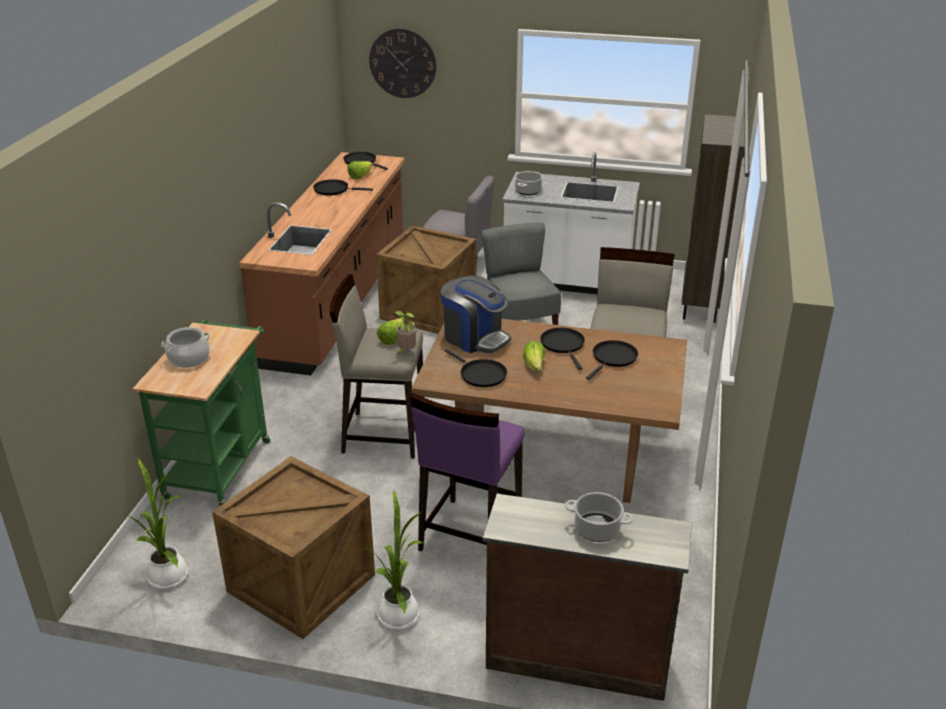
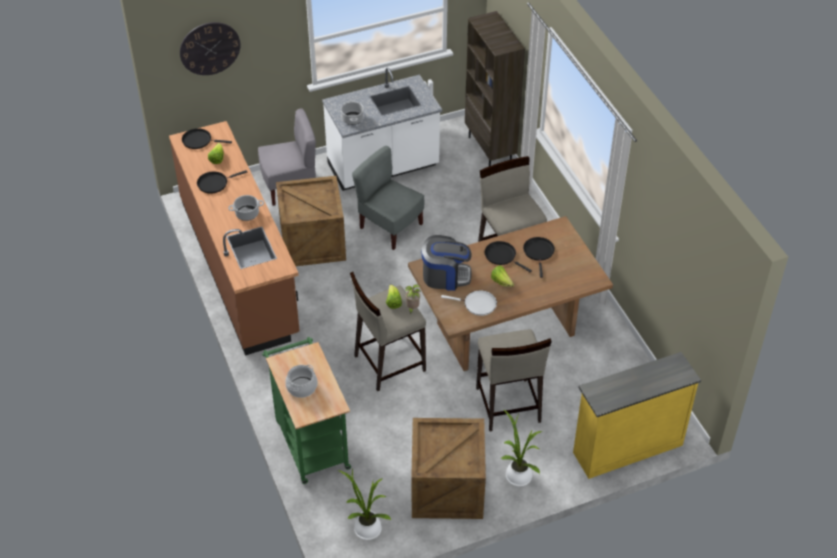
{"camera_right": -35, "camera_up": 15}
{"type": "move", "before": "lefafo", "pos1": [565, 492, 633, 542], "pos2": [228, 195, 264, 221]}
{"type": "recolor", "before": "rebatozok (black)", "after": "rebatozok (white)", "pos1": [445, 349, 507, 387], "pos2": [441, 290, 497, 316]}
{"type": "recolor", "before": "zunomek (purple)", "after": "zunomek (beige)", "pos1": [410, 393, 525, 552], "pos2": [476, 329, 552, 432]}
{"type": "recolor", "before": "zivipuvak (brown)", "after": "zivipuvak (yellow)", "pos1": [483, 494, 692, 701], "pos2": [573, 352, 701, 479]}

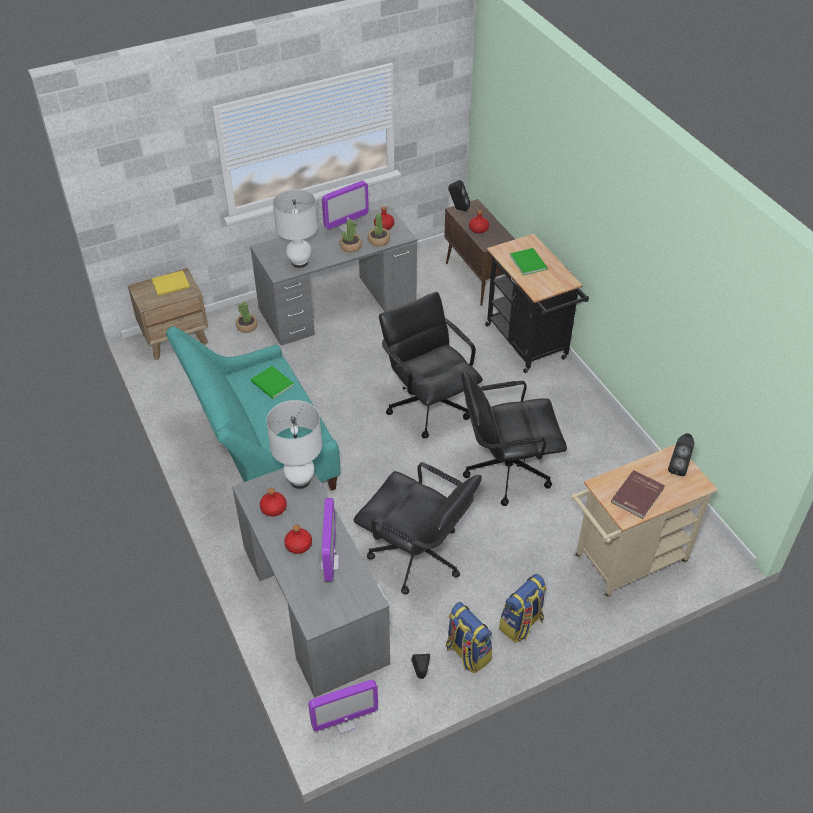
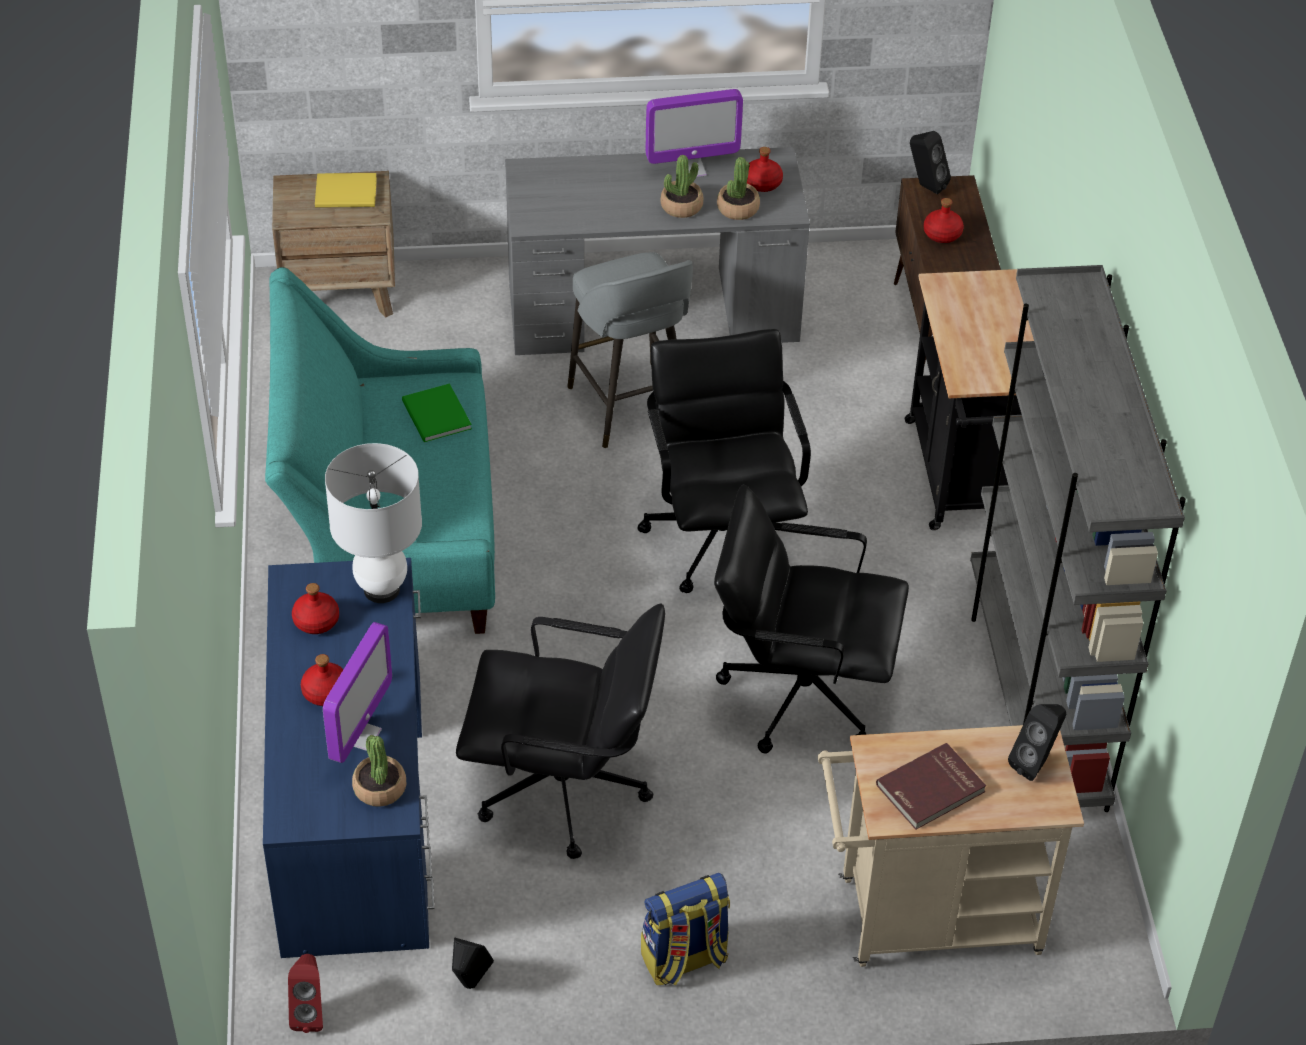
{"camera_right": 20, "camera_up": 0}
{"type": "recolor", "before": "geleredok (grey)", "after": "geleredok (blue)", "pos1": [232, 468, 390, 698], "pos2": [263, 558, 434, 958]}
{"type": "replace", "before": "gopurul", "after": "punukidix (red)", "pos1": [308, 680, 378, 734], "pos2": [288, 954, 323, 1033]}
{"type": "move", "before": "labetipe", "pos1": [236, 302, 258, 333], "pos2": [352, 735, 406, 807]}
{"type": "rotate", "before": "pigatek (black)", "pos1": [354, 462, 482, 594], "pos2": [456, 603, 665, 859], "turn": -45}
{"type": "insert", "after": "zunomek (grey)", "pos2": [567, 252, 693, 448]}
{"type": "insert", "after": "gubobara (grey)", "pos2": [970, 265, 1186, 812]}
{"type": "delete", "before": "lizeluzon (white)", "pos1": [273, 189, 318, 268]}
{"type": "delete", "before": "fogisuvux", "pos1": [446, 602, 492, 673]}
{"type": "delete", "before": "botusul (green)", "pos1": [510, 248, 548, 276]}

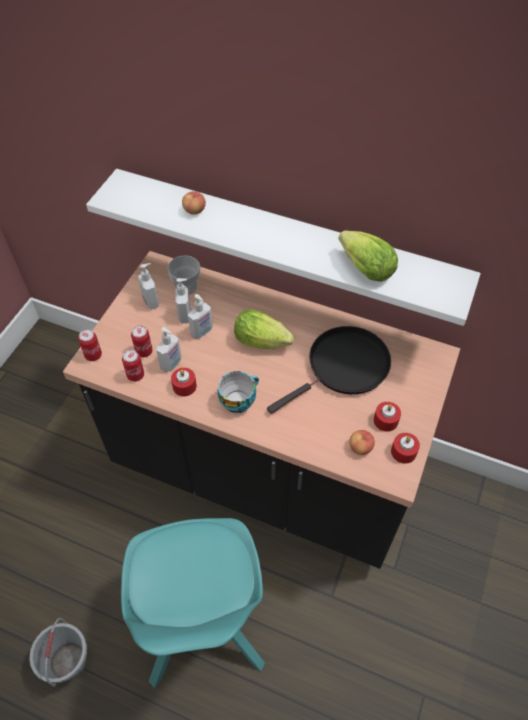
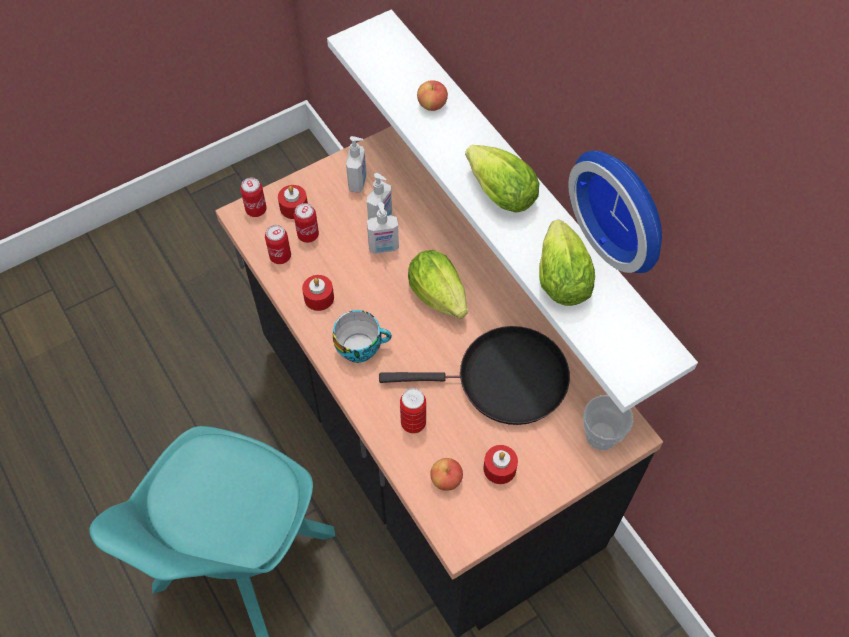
{"camera_right": 35, "camera_up": 5}
{"type": "move", "before": "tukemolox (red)", "pos1": [391, 433, 420, 464], "pos2": [278, 185, 308, 219]}
{"type": "insert", "after": "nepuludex", "pos2": [400, 388, 426, 434]}
{"type": "insert", "after": "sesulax", "pos2": [465, 145, 539, 212]}
{"type": "insert", "after": "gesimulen", "pos2": [569, 151, 662, 273]}
{"type": "move", "before": "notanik", "pos1": [167, 255, 201, 294], "pos2": [583, 395, 633, 450]}
{"type": "delete", "before": "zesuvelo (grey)", "pos1": [29, 618, 87, 687]}
{"type": "delete", "before": "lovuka", "pos1": [156, 327, 182, 373]}

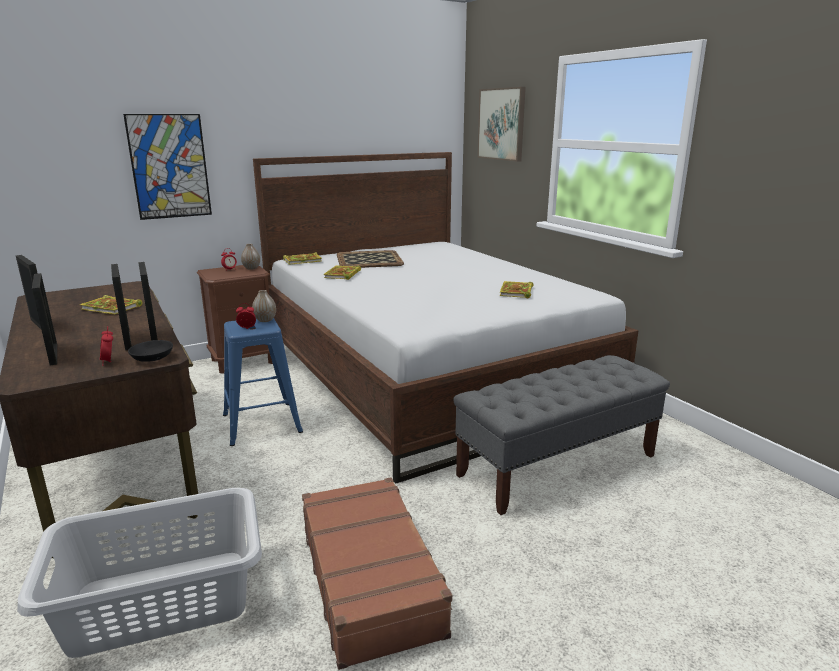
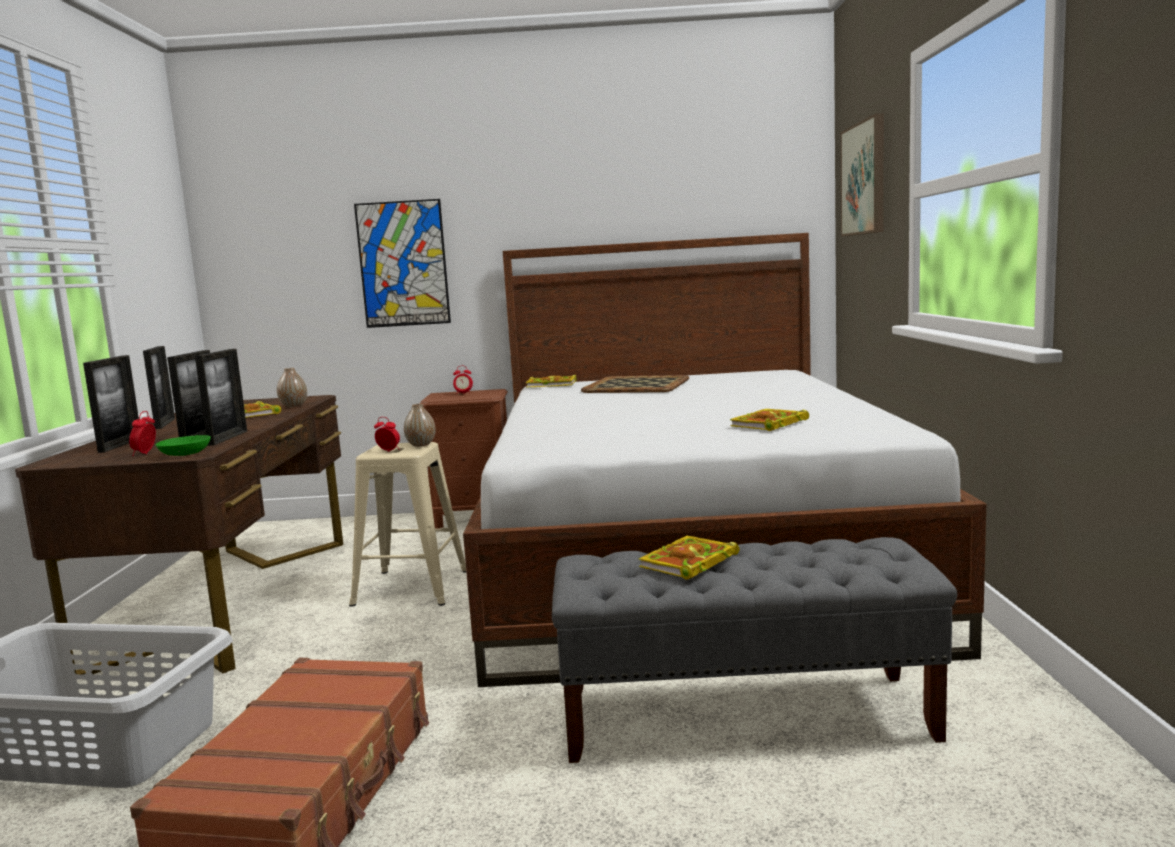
{"camera_right": 30, "camera_up": -10}
{"type": "recolor", "before": "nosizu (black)", "after": "nosizu (green)", "pos1": [128, 340, 173, 362], "pos2": [156, 435, 211, 456]}
{"type": "move", "before": "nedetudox", "pos1": [241, 244, 260, 270], "pos2": [277, 368, 307, 407]}
{"type": "recolor", "before": "zunomek (blue)", "after": "zunomek (beige)", "pos1": [223, 318, 303, 446], "pos2": [349, 442, 466, 607]}
{"type": "move", "before": "botusul", "pos1": [324, 266, 361, 280], "pos2": [639, 536, 740, 580]}

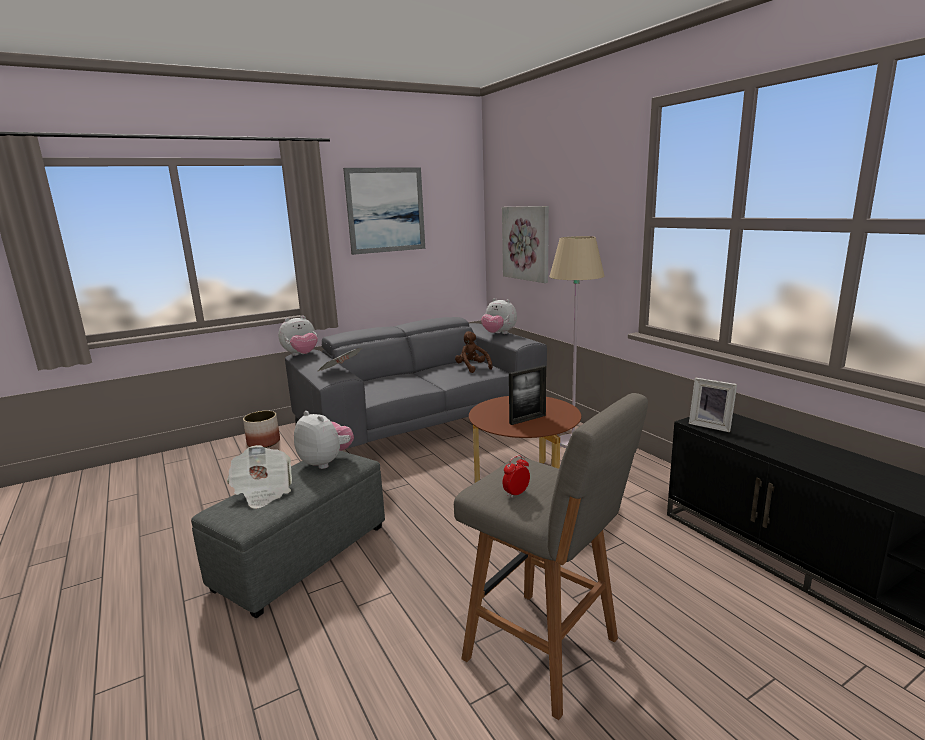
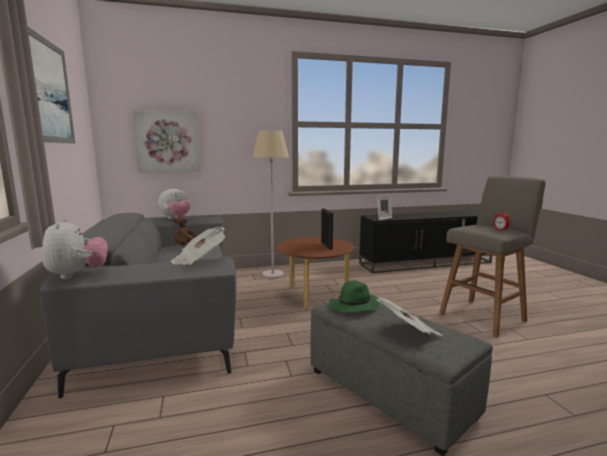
{"camera_right": -75, "camera_up": -5}
{"type": "replace", "before": "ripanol", "after": "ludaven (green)", "pos1": [294, 411, 354, 469], "pos2": [329, 281, 380, 312]}
{"type": "delete", "before": "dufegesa", "pos1": [243, 411, 280, 448]}

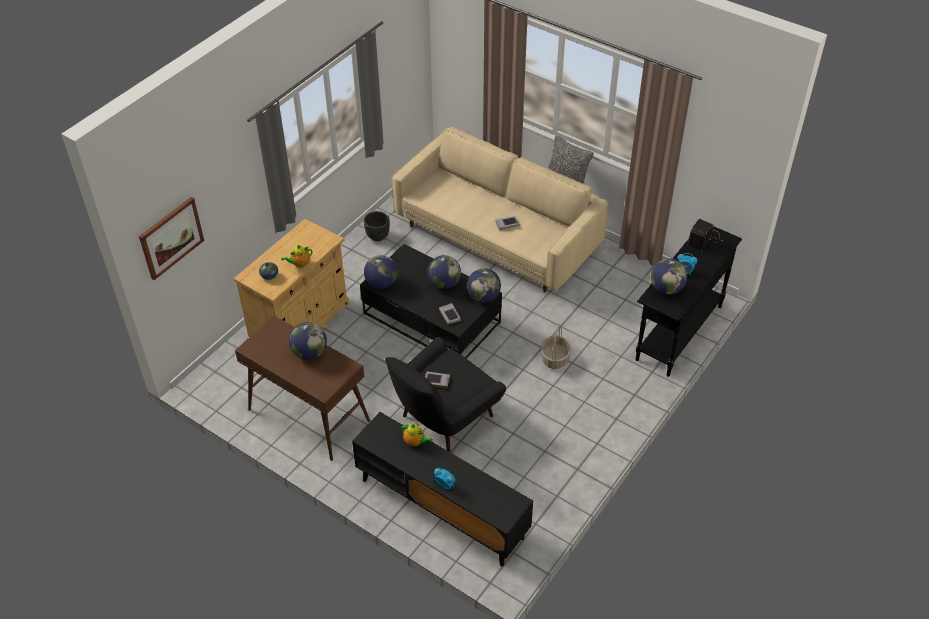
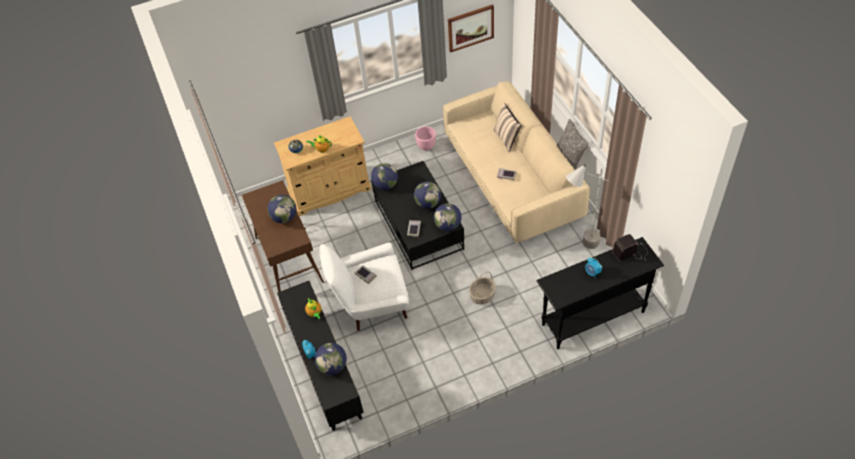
{"camera_right": 35, "camera_up": 5}
{"type": "move", "before": "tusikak", "pos1": [651, 258, 687, 295], "pos2": [315, 343, 347, 375]}
{"type": "recolor", "before": "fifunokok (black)", "after": "fifunokok (white)", "pos1": [385, 337, 506, 452], "pos2": [319, 242, 409, 331]}
{"type": "recolor", "before": "dufegesa (black)", "after": "dufegesa (pink)", "pos1": [364, 211, 390, 241], "pos2": [415, 126, 436, 150]}
{"type": "move", "before": "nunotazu", "pos1": [139, 197, 204, 280], "pos2": [448, 4, 494, 53]}
{"type": "insert", "after": "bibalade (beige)", "pos2": [493, 103, 521, 152]}
{"type": "insert", "after": "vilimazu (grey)", "pos2": [566, 164, 608, 249]}

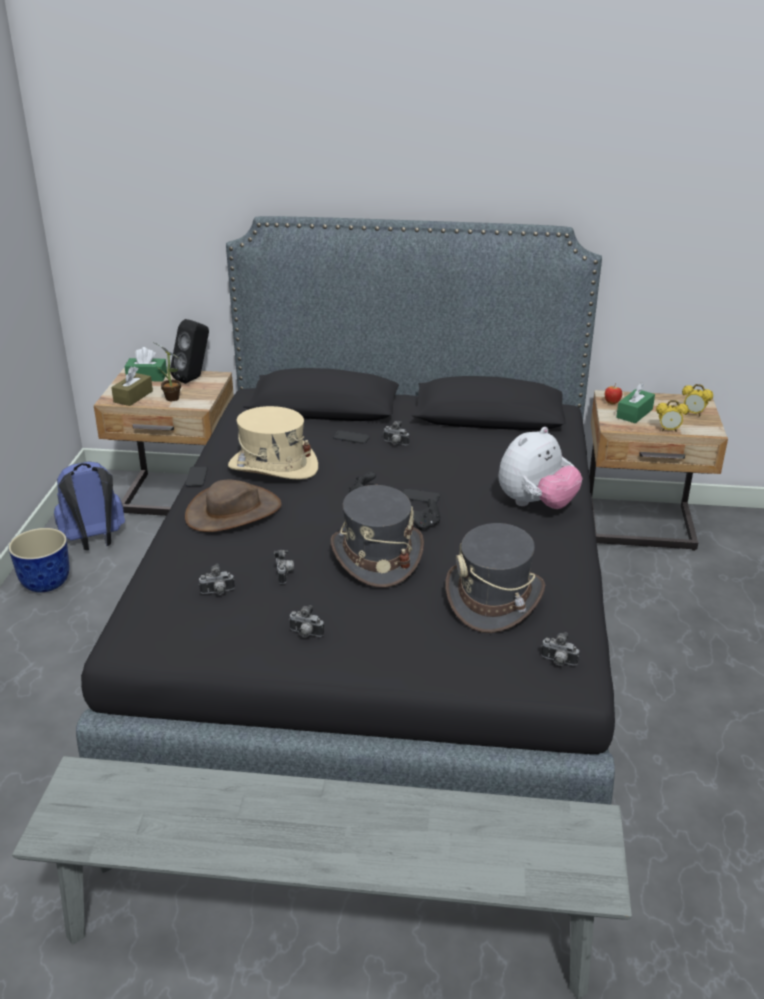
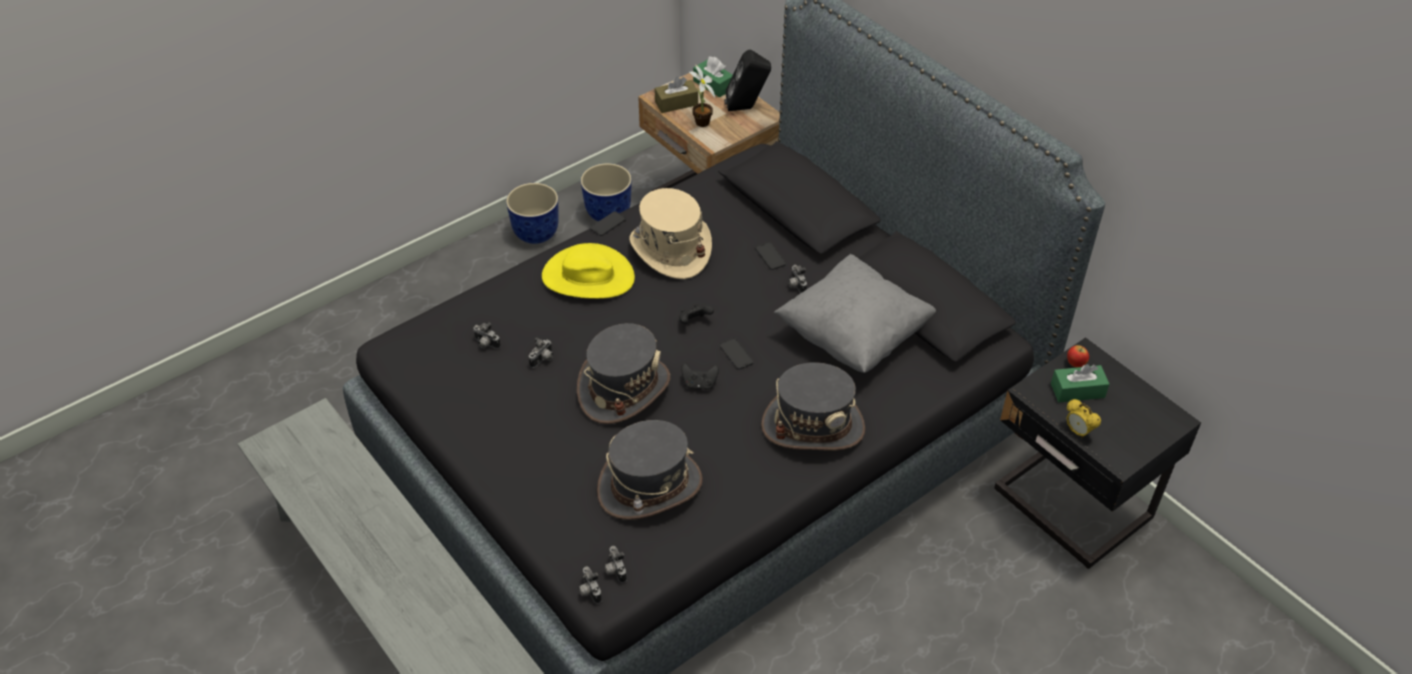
{"camera_right": 45, "camera_up": 15}
{"type": "recolor", "before": "ludaven (brown)", "after": "ludaven (yellow)", "pos1": [185, 480, 282, 532], "pos2": [542, 243, 635, 299]}
{"type": "move", "before": "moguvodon", "pos1": [289, 605, 324, 637], "pos2": [579, 566, 602, 604]}
{"type": "replace", "before": "fogisuvux (blue)", "after": "dufegesa", "pos1": [54, 461, 125, 550], "pos2": [580, 163, 632, 222]}
{"type": "replace", "before": "ripanol", "after": "ludaven (grey)", "pos1": [498, 427, 582, 509], "pos2": [761, 362, 865, 451]}
{"type": "insert", "after": "bibalade (grey)", "pos2": [774, 254, 936, 373]}
{"type": "recolor", "before": "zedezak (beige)", "after": "zedezak (black)", "pos1": [589, 390, 728, 551], "pos2": [994, 337, 1201, 569]}
{"type": "delete", "before": "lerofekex", "pos1": [682, 384, 713, 416]}

